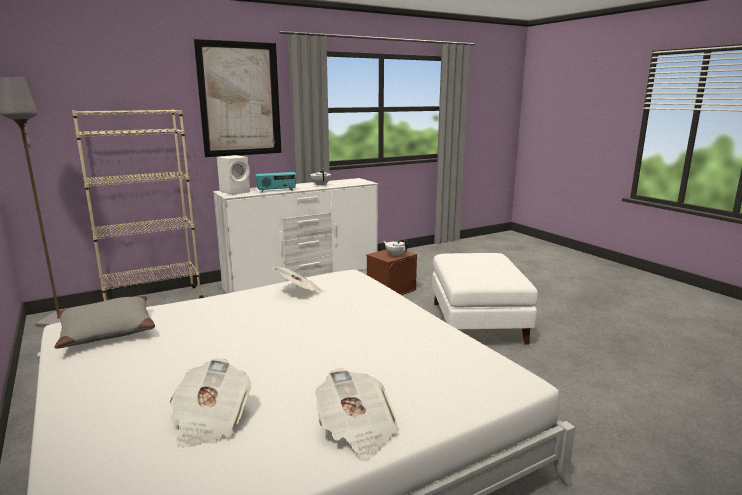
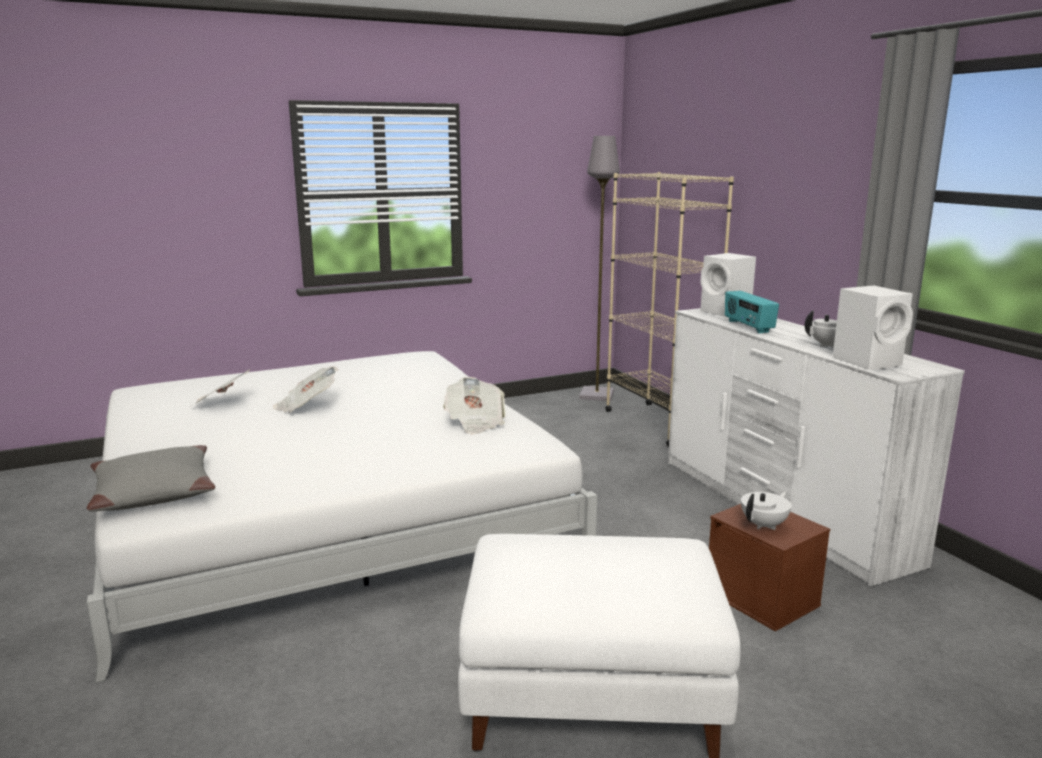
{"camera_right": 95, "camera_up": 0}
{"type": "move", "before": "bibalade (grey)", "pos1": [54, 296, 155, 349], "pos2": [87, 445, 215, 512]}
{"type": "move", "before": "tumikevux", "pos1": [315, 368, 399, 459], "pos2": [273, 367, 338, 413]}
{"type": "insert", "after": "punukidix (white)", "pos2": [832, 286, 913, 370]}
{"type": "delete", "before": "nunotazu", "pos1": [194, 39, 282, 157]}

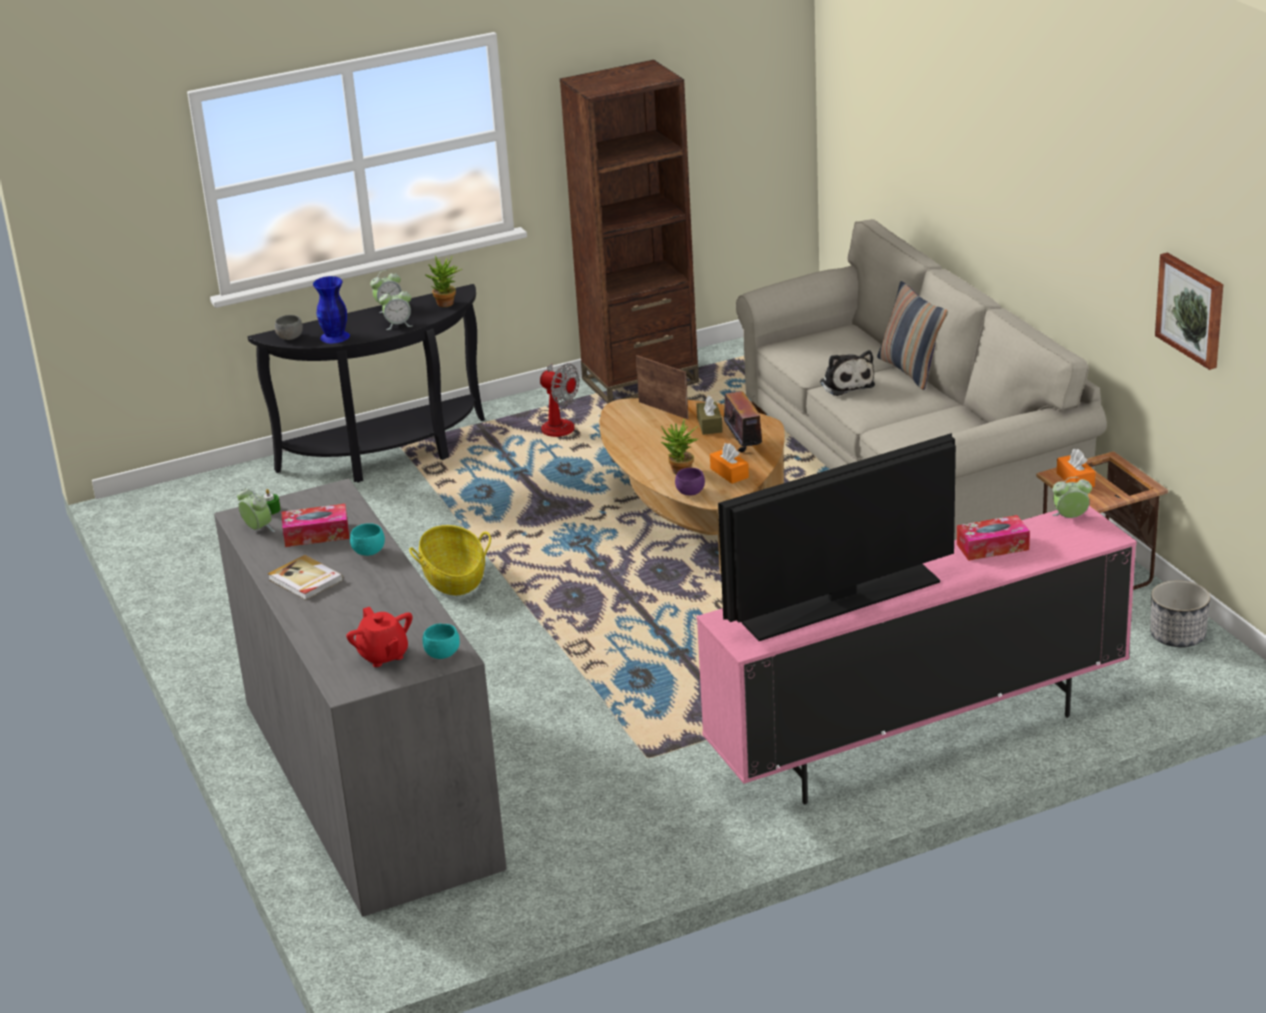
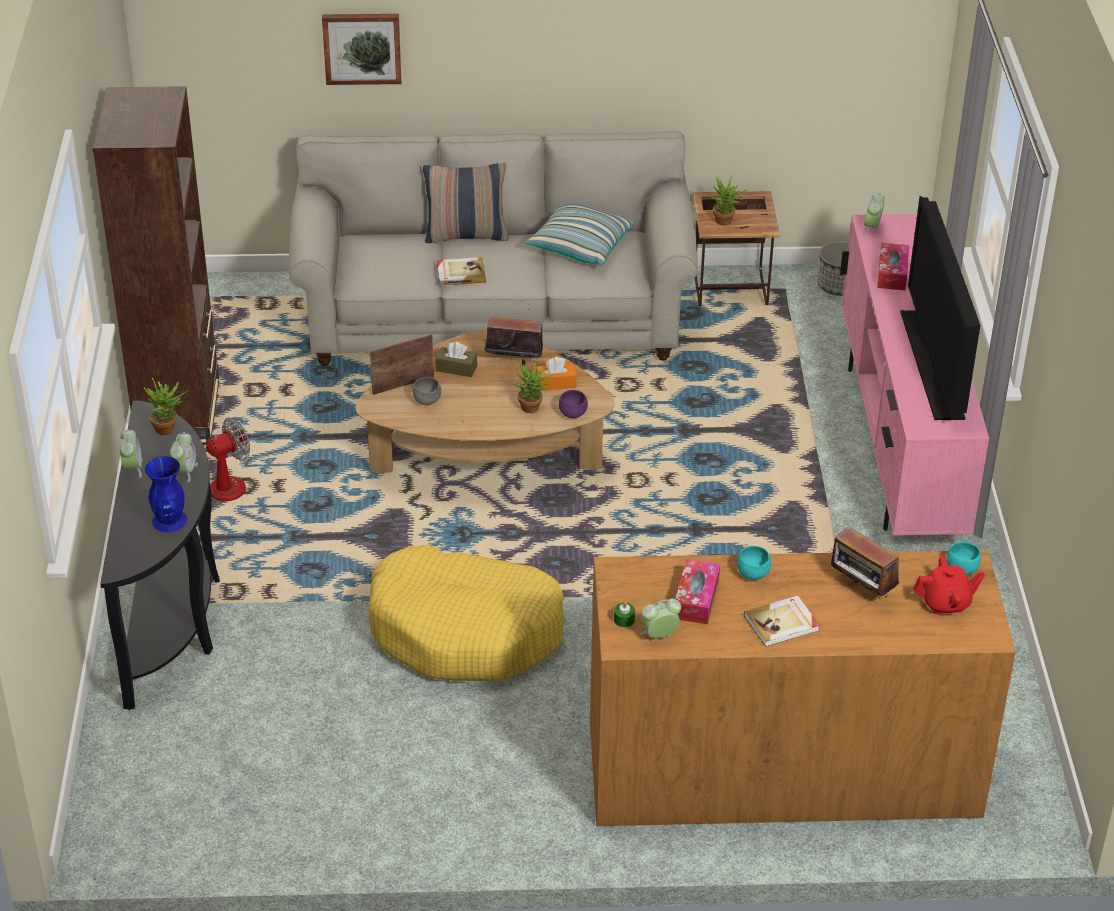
{"camera_right": -70, "camera_up": 10}
{"type": "move", "before": "nunotazu", "pos1": [1155, 252, 1223, 370], "pos2": [322, 14, 402, 85]}
{"type": "replace", "before": "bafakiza", "after": "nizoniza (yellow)", "pos1": [409, 525, 491, 595], "pos2": [368, 545, 565, 681]}
{"type": "move", "before": "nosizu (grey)", "pos1": [275, 315, 303, 340], "pos2": [412, 377, 441, 405]}
{"type": "replace", "before": "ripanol", "after": "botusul", "pos1": [820, 350, 875, 396], "pos2": [437, 257, 486, 286]}
{"type": "insert", "after": "bibalade", "pos2": [525, 204, 635, 266]}
{"type": "recolor", "before": "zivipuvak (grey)", "after": "zivipuvak (brown)", "pos1": [214, 478, 507, 917], "pos2": [590, 550, 1016, 826]}
{"type": "replace", "before": "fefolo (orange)", "after": "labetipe", "pos1": [1057, 449, 1096, 487], "pos2": [710, 176, 747, 226]}
{"type": "insert", "after": "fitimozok", "pos2": [831, 527, 899, 599]}

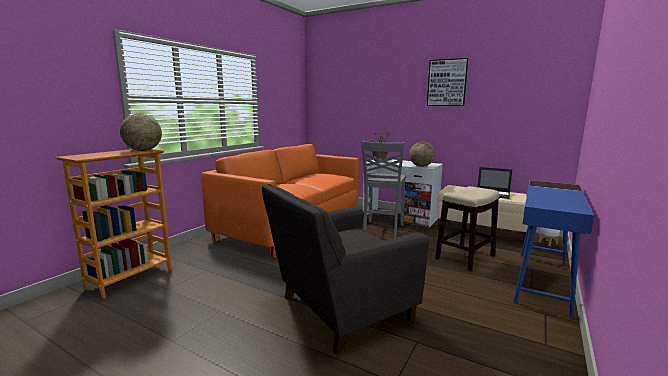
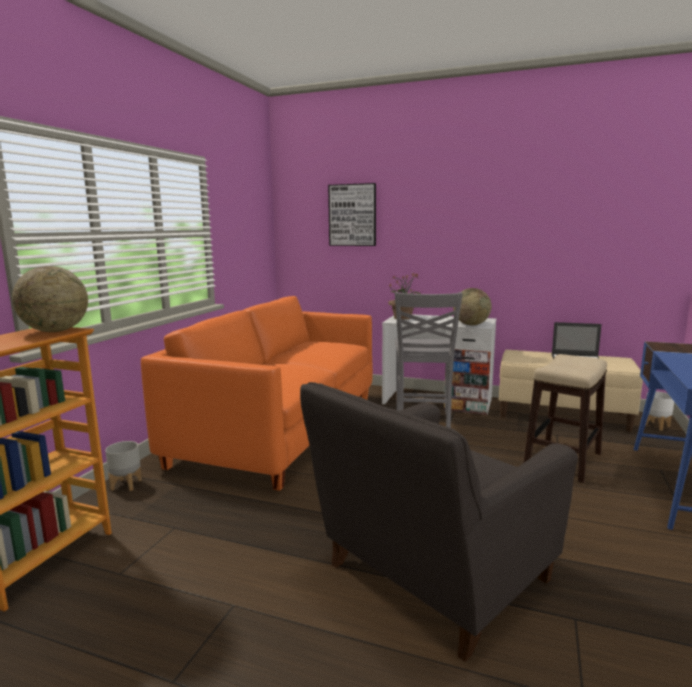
{"camera_right": -10, "camera_up": 0}
{"type": "insert", "after": "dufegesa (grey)", "pos2": [105, 441, 142, 491]}
{"type": "move", "before": "nunotazu", "pos1": [427, 58, 468, 106], "pos2": [328, 183, 376, 246]}

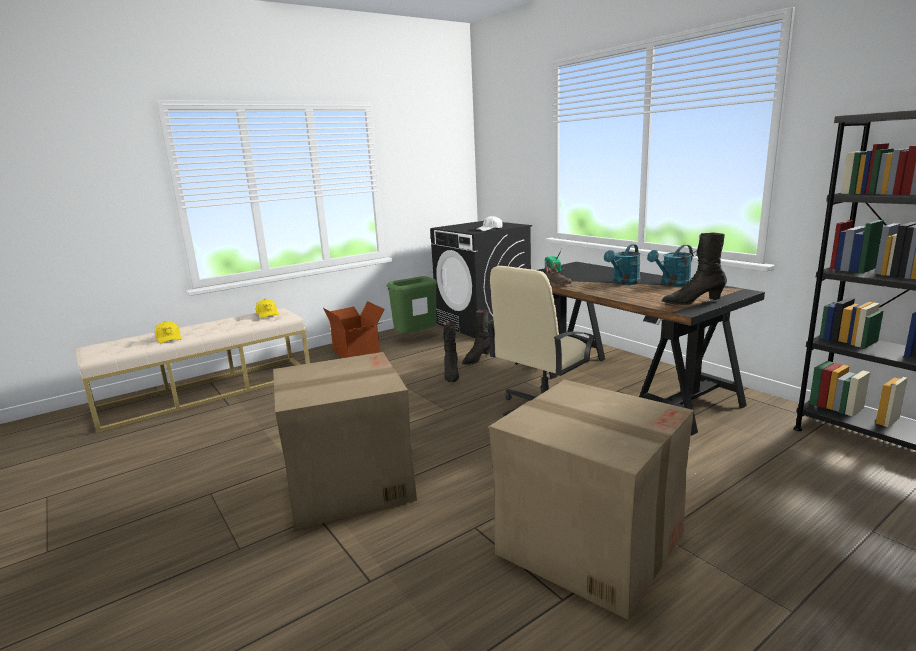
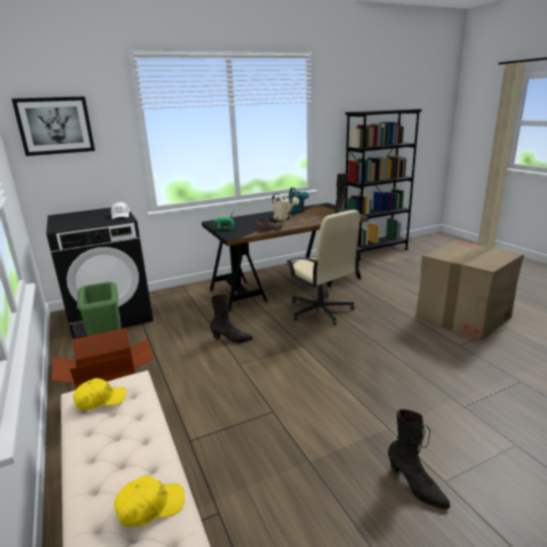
{"camera_right": -80, "camera_up": 5}
{"type": "insert", "after": "nunotazu", "pos2": [12, 96, 95, 156]}
{"type": "recolor", "before": "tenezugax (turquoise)", "after": "tenezugax (beige)", "pos1": [604, 244, 641, 285], "pos2": [272, 193, 299, 220]}
{"type": "move", "before": "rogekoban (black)", "pos1": [462, 310, 490, 365], "pos2": [388, 409, 450, 510]}
{"type": "delete", "before": "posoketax", "pos1": [273, 352, 417, 530]}

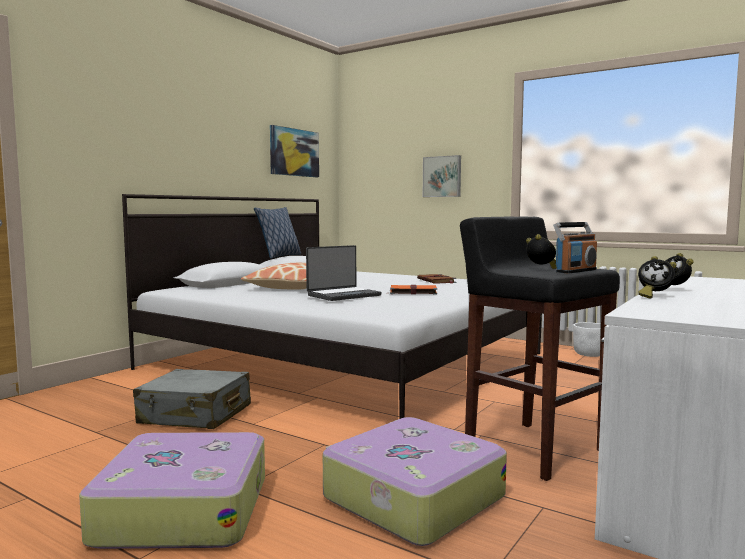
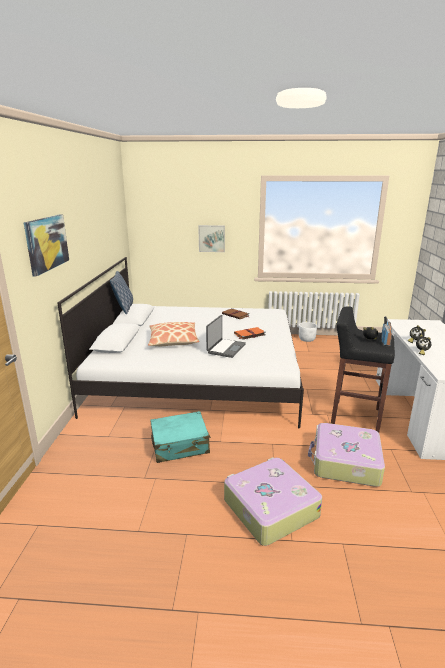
{"camera_right": -30, "camera_up": 15}
{"type": "move", "before": "nunotazu", "pos1": [270, 125, 319, 177], "pos2": [24, 214, 69, 276]}
{"type": "recolor", "before": "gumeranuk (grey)", "after": "gumeranuk (turquoise)", "pos1": [133, 369, 251, 429], "pos2": [150, 411, 211, 463]}

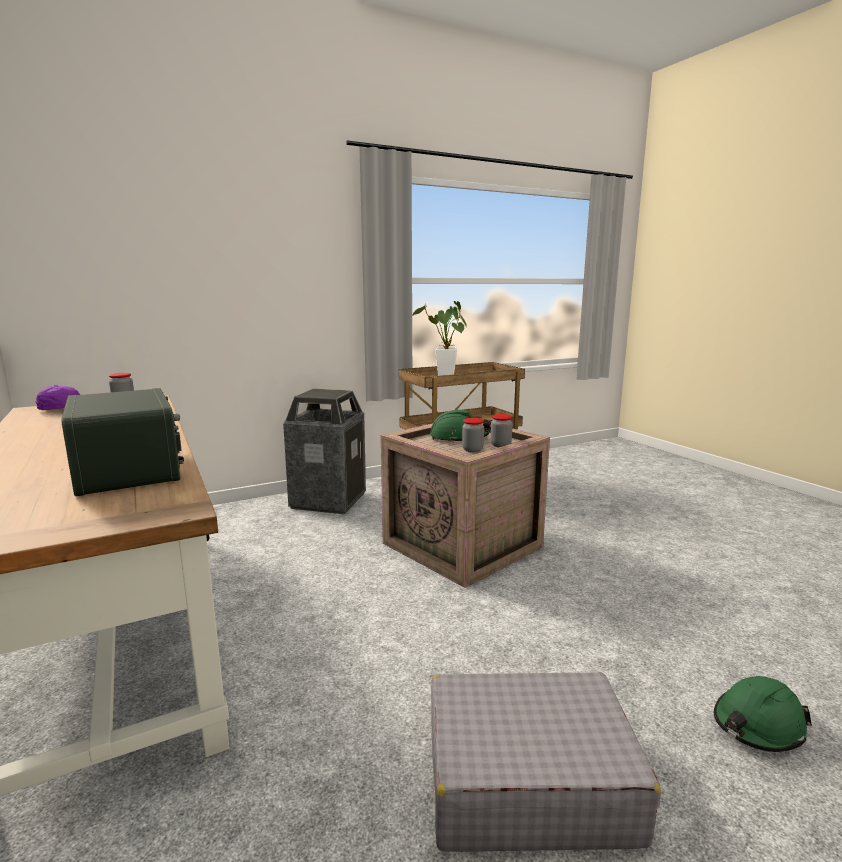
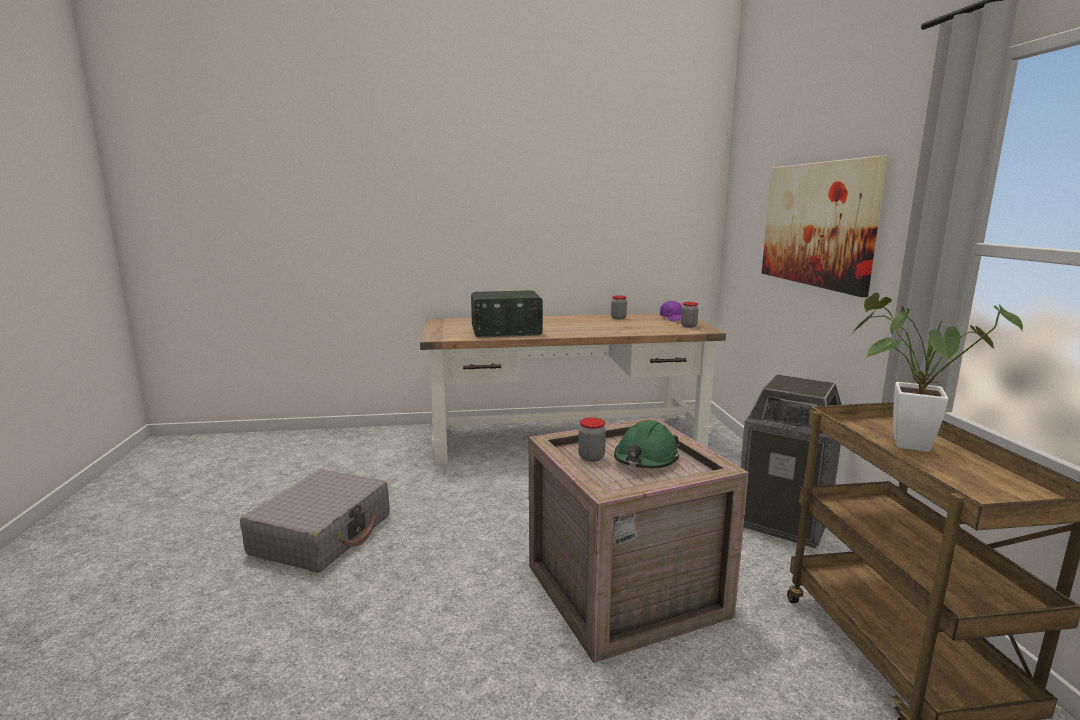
{"camera_right": 110, "camera_up": 0}
{"type": "move", "before": "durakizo", "pos1": [491, 414, 512, 447], "pos2": [611, 295, 627, 319]}
{"type": "insert", "after": "nunotazu", "pos2": [762, 156, 888, 297]}
{"type": "delete", "before": "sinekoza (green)", "pos1": [714, 676, 812, 752]}

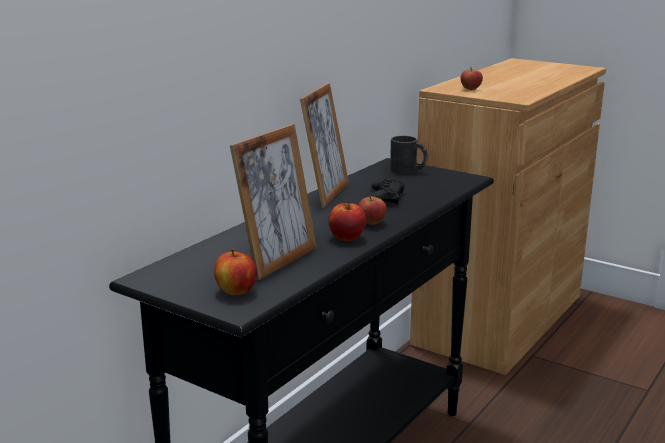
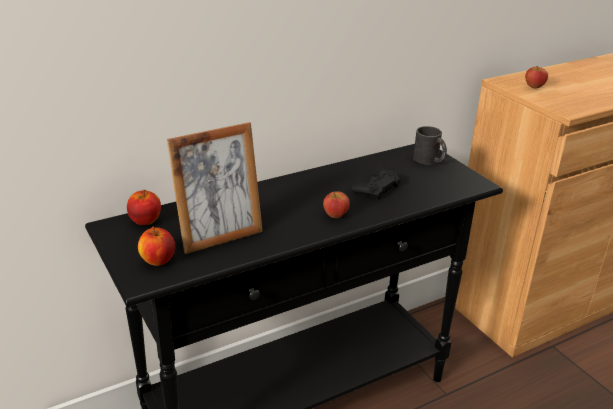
{"camera_right": 25, "camera_up": 10}
{"type": "move", "before": "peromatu", "pos1": [329, 200, 366, 241], "pos2": [127, 190, 161, 225]}
{"type": "delete", "before": "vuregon", "pos1": [300, 83, 349, 208]}

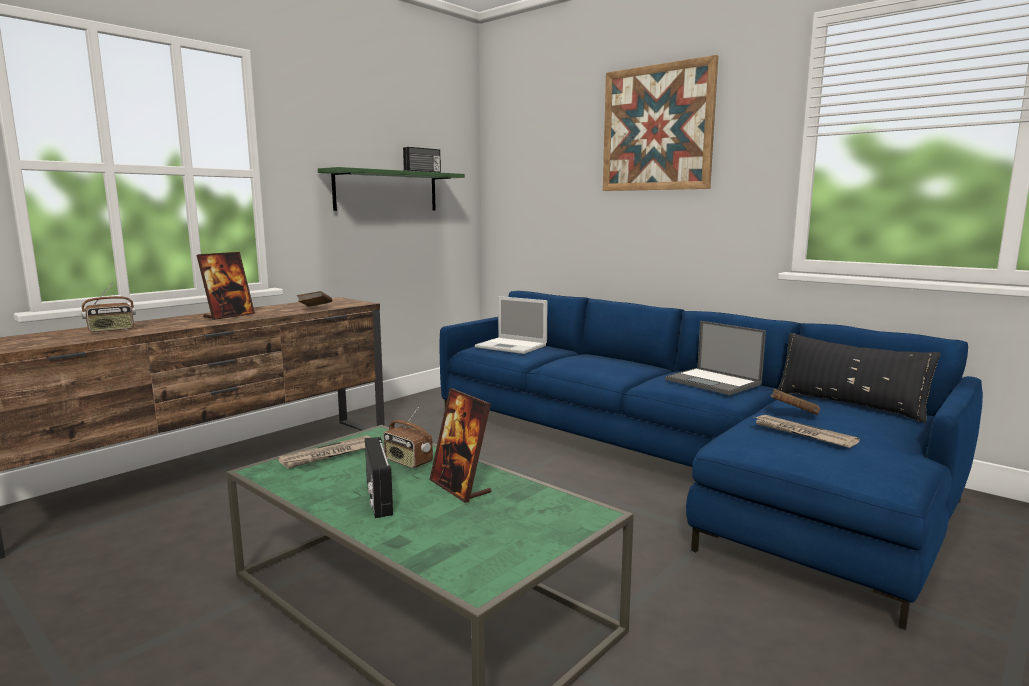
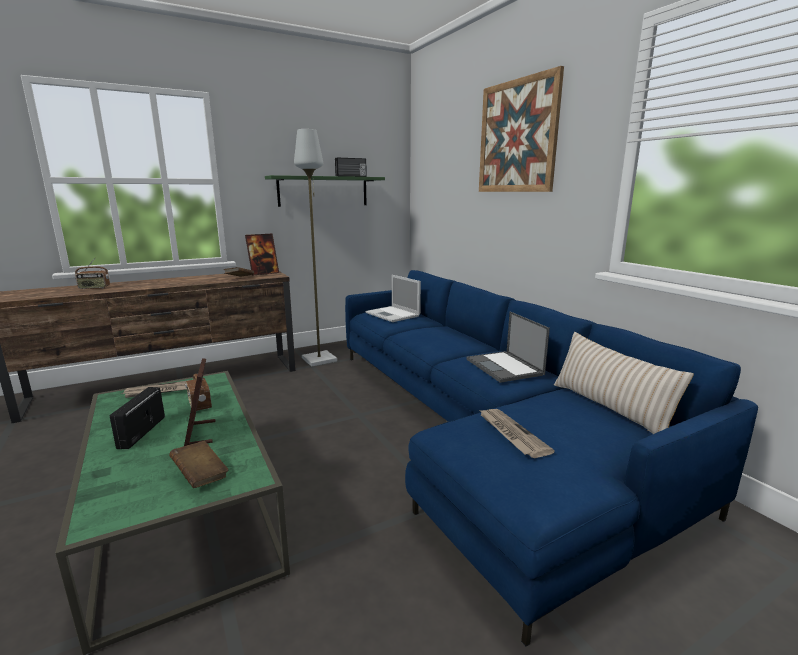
{"camera_right": 20, "camera_up": 5}
{"type": "move", "before": "botusul (brown)", "pos1": [771, 388, 821, 415], "pos2": [169, 441, 229, 488]}
{"type": "move", "before": "vuregon", "pos1": [196, 252, 255, 320], "pos2": [245, 233, 279, 276]}
{"type": "insert", "after": "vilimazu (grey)", "pos2": [294, 129, 337, 367]}
{"type": "recolor", "before": "bibalade (black)", "after": "bibalade (beige)", "pos1": [777, 333, 940, 423], "pos2": [554, 332, 694, 434]}

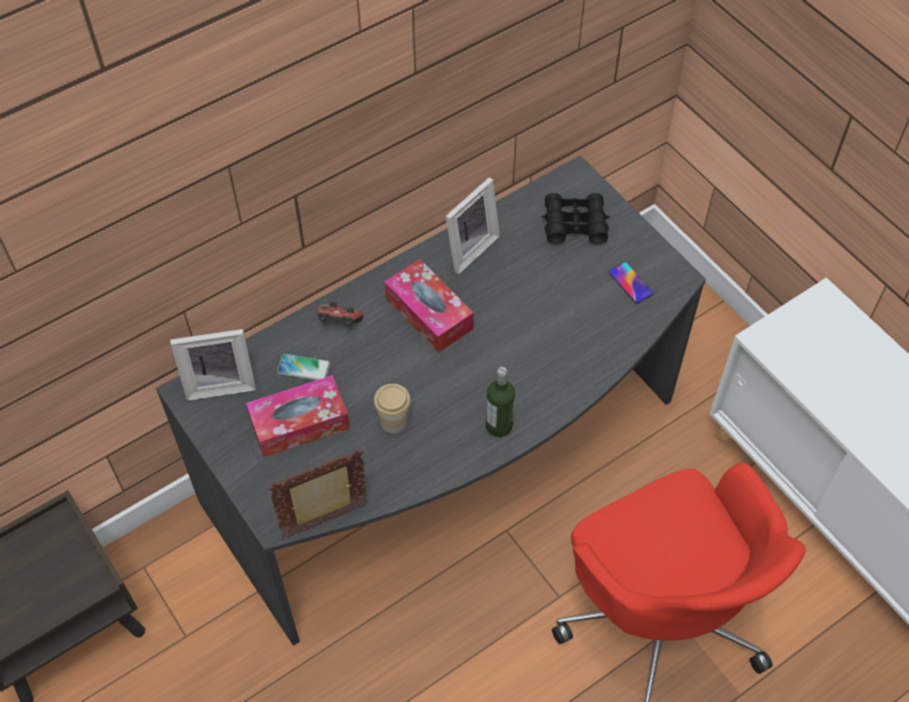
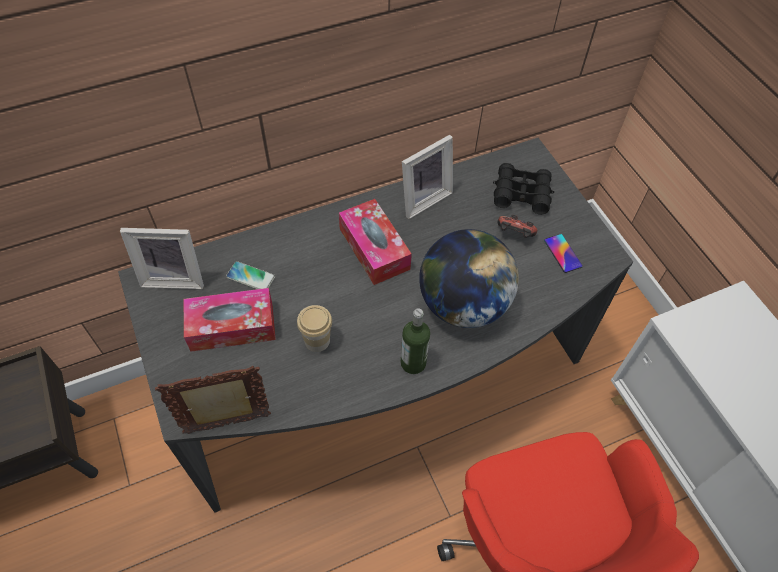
{"camera_right": 10, "camera_up": 0}
{"type": "insert", "after": "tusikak", "pos2": [419, 229, 519, 328]}
{"type": "move", "before": "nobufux", "pos1": [317, 302, 363, 326], "pos2": [497, 215, 537, 238]}

